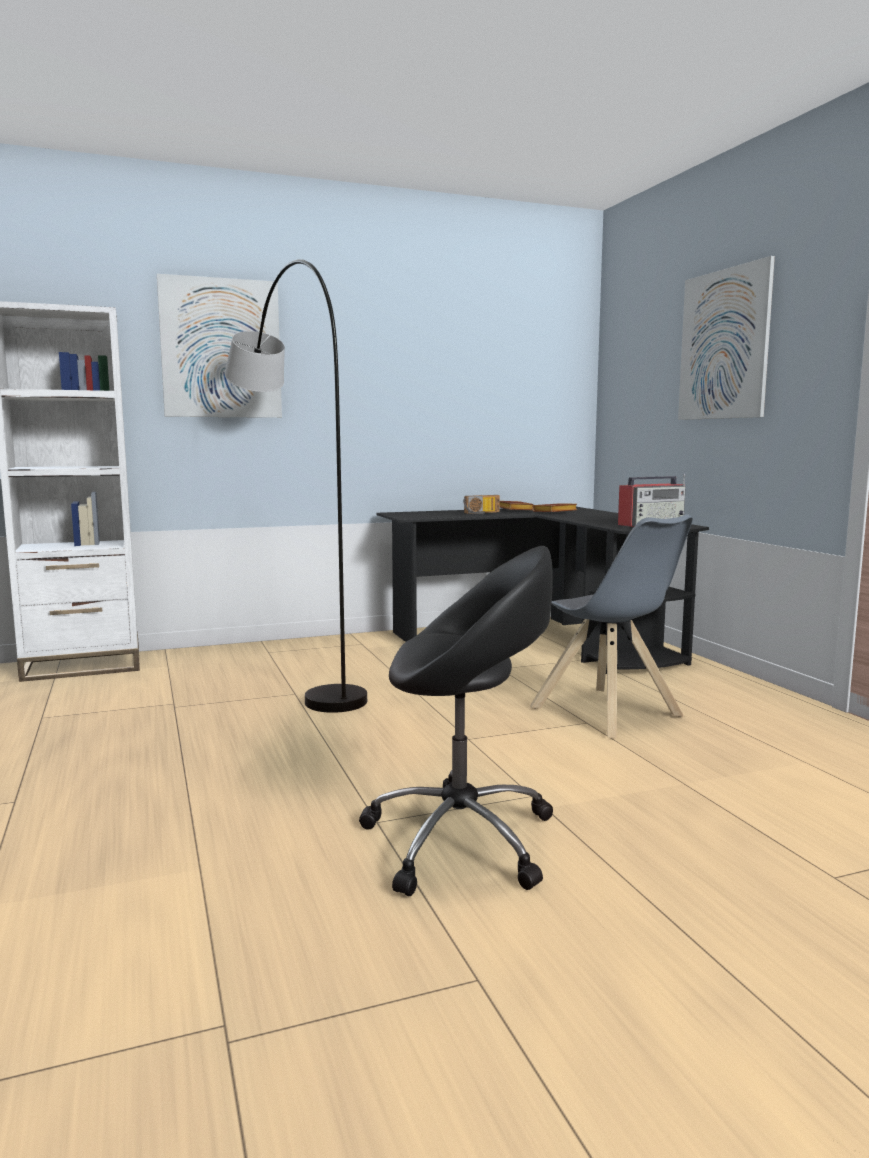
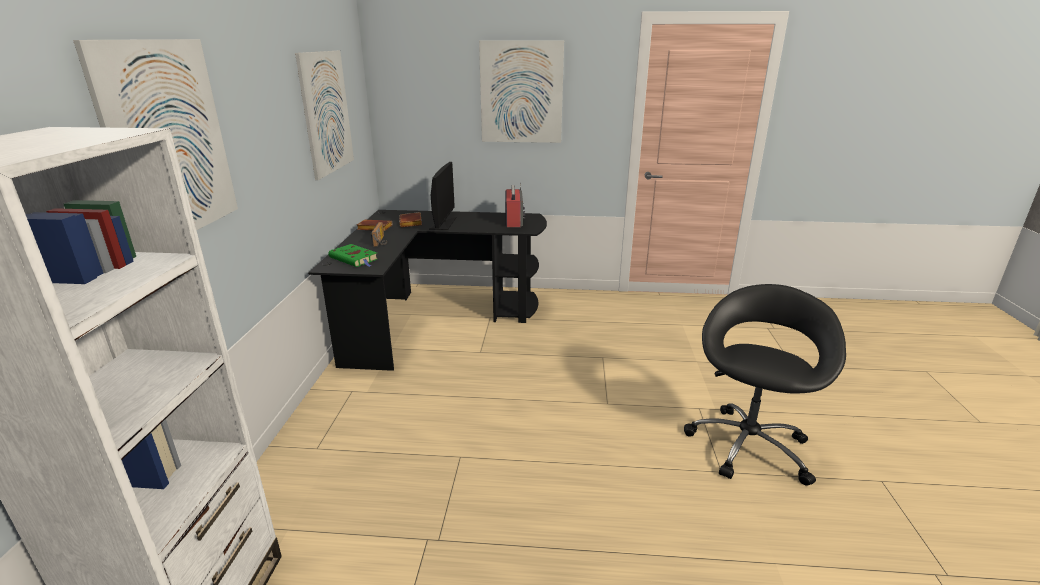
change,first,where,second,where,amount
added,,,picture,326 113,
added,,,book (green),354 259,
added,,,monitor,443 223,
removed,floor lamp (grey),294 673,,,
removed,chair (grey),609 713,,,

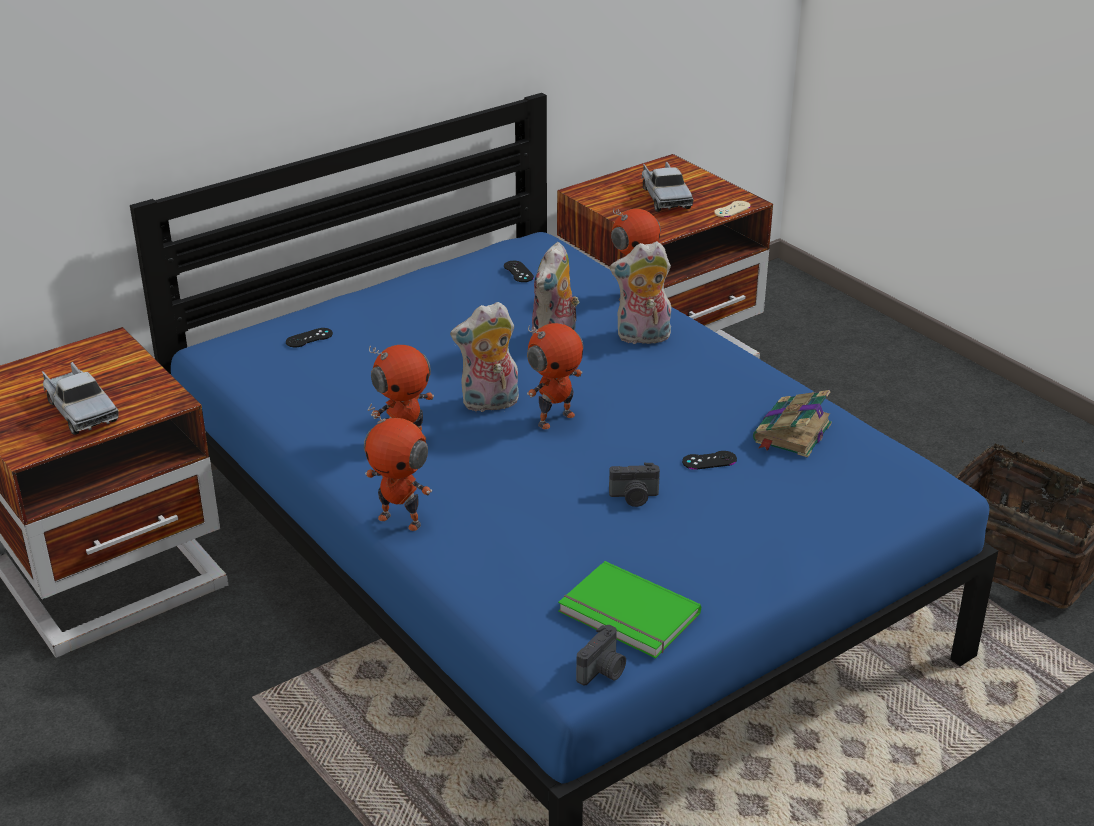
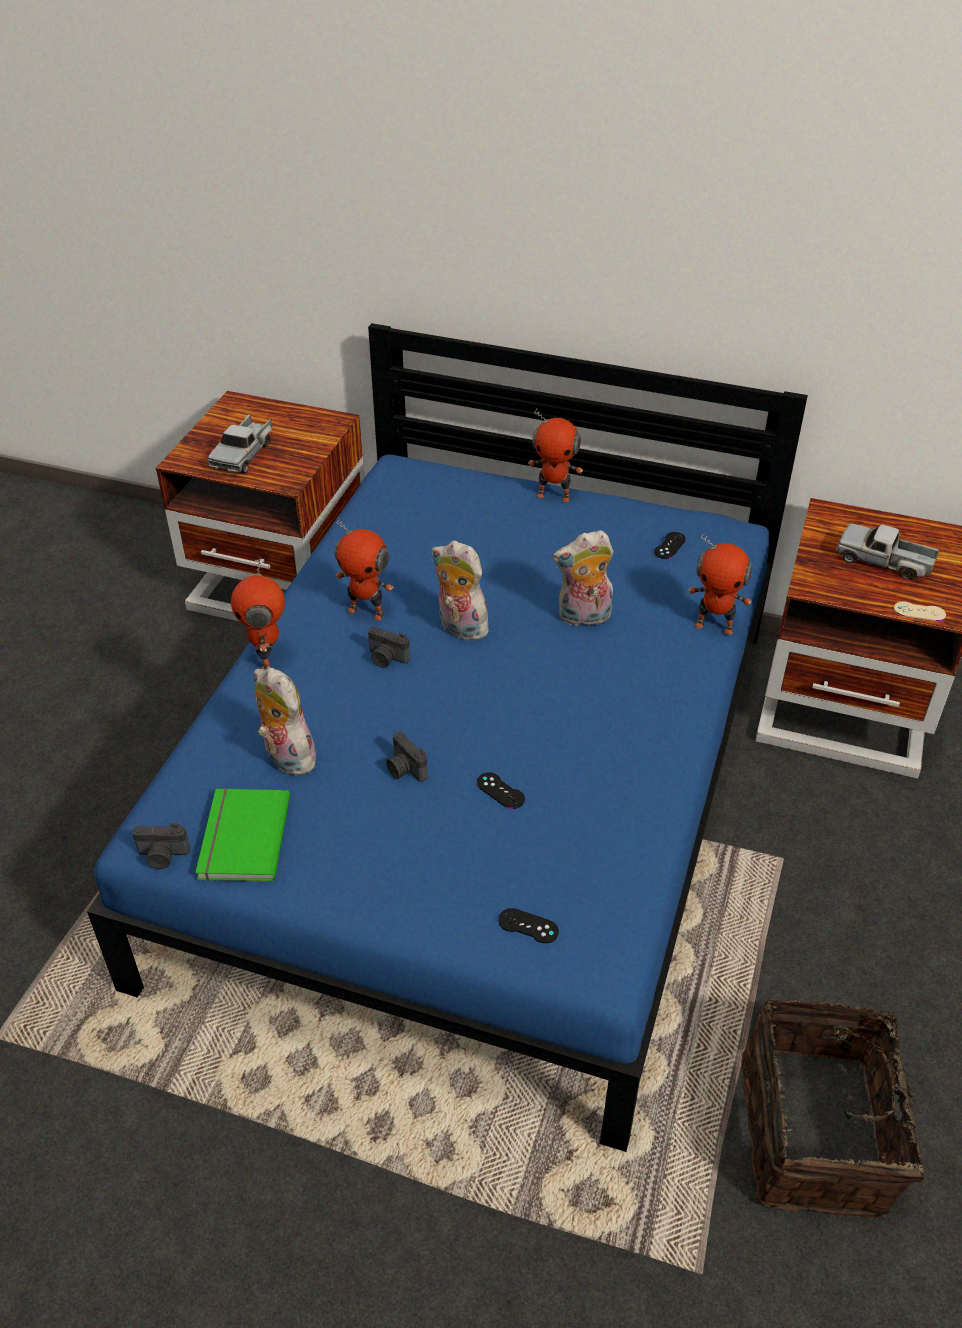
change,first,where,second,where,amount
moved,plush toy,642 338,,286 757,
added,,,photo camera,386 659,
moved,game controller (black),309 338,,528 926,
moved,toy robot,554 418,,554 495,
turned,toy truck,664 197,,884 561,75 degrees clockwise
removed,book,791 434,,,

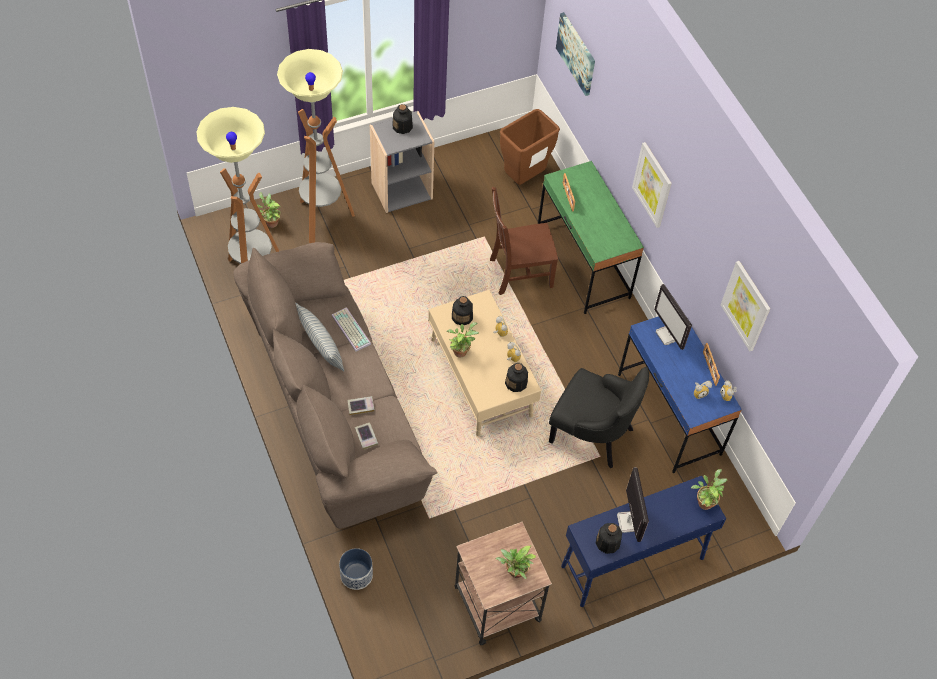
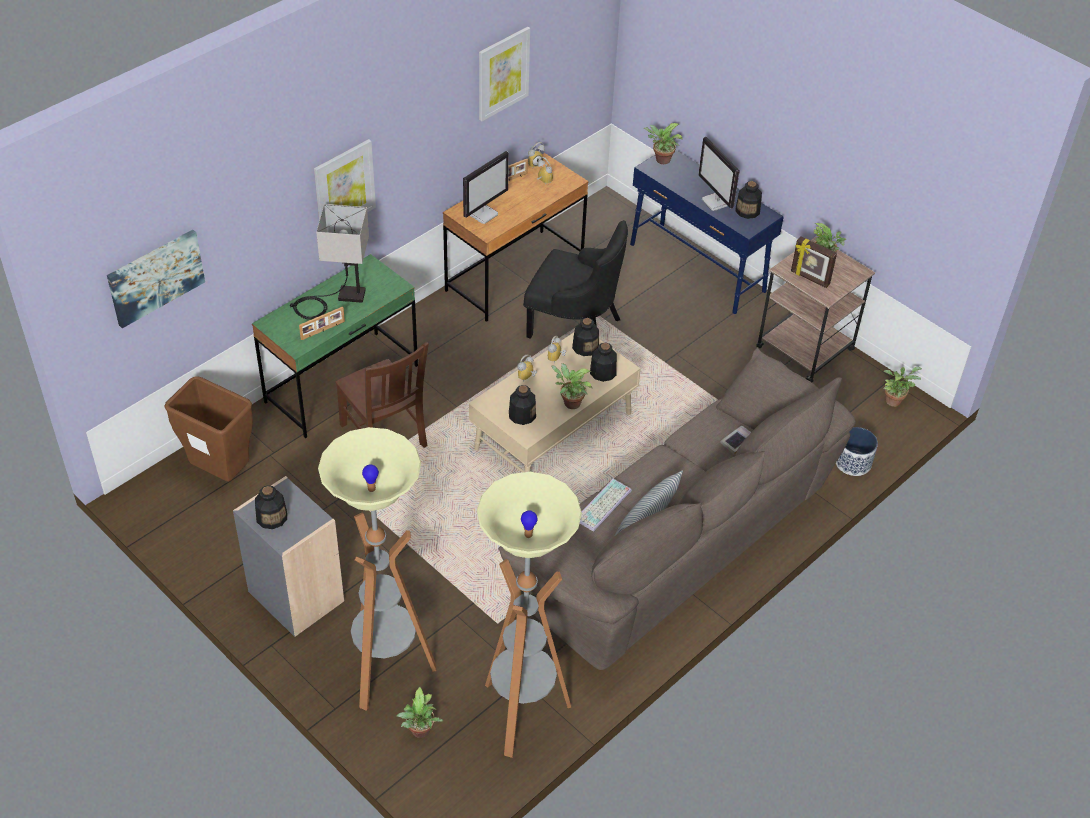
change,first,where,second,where,amount
added,,,table lamp,333 300,
recoloured,desk (blue),668 414,desk (brown),515 275,
turned,chair (black),590 433,,573 326,105 degrees clockwise
added,,,bottle,602 372,
turned,monitor,628 521,,716 202,90 degrees counterclockwise
added,,,picture frame,809 278,
added,,,potted plant,894 400,
removed,book,361 406,,,

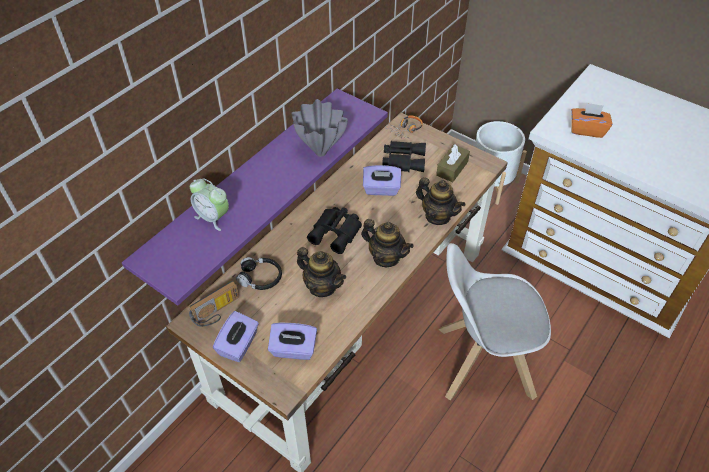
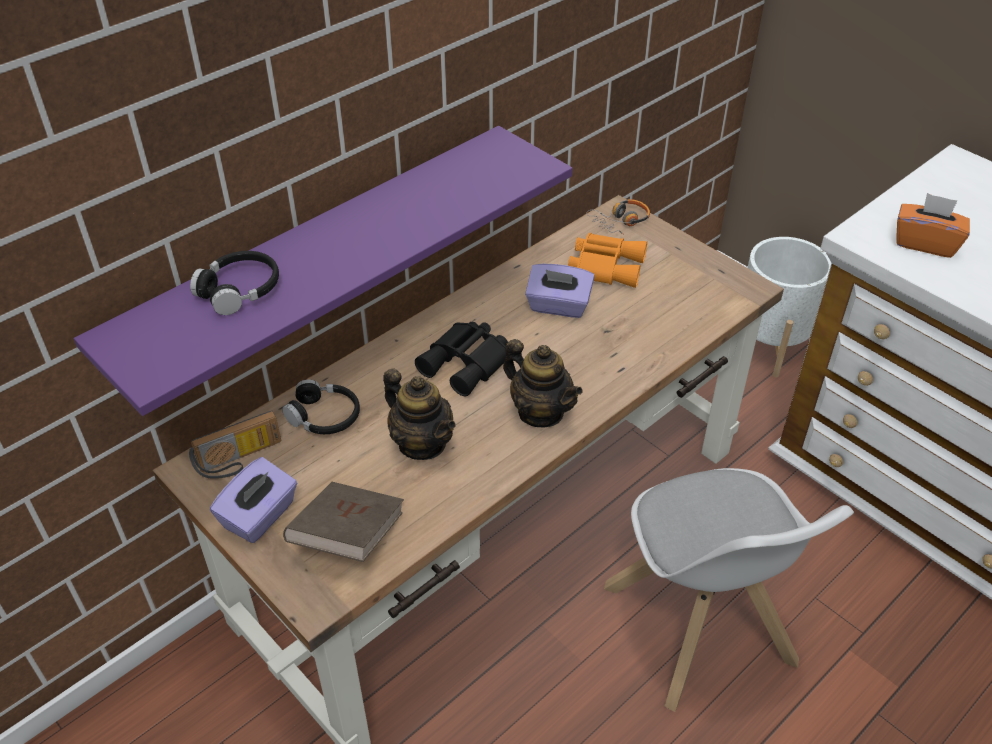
change,first,where,second,where,amount
replaced,alarm clock,213 217,headphones (black),240 290,
replaced,tissue box (purple),293 349,book (brown),348 536,
recoloured,binoculars (black),403 159,binoculars (orange),605 265,
turned,chair,481 361,,701 629,120 degrees counterclockwise
removed,vase (grey),319 152,,,
removed,teapot,437 216,,,
removed,tissue box (brown),452 168,,,

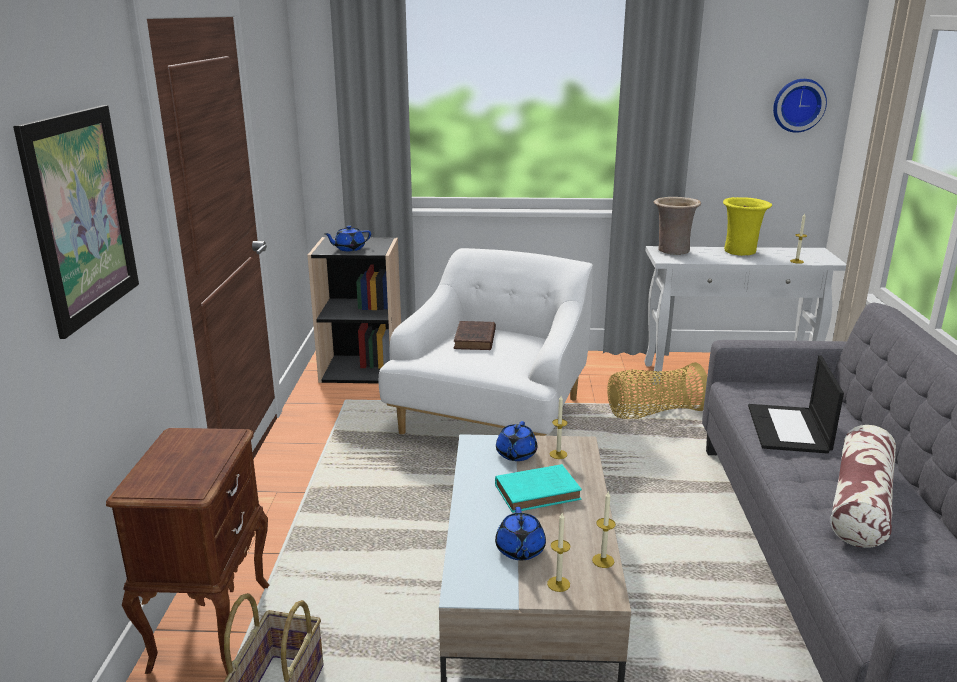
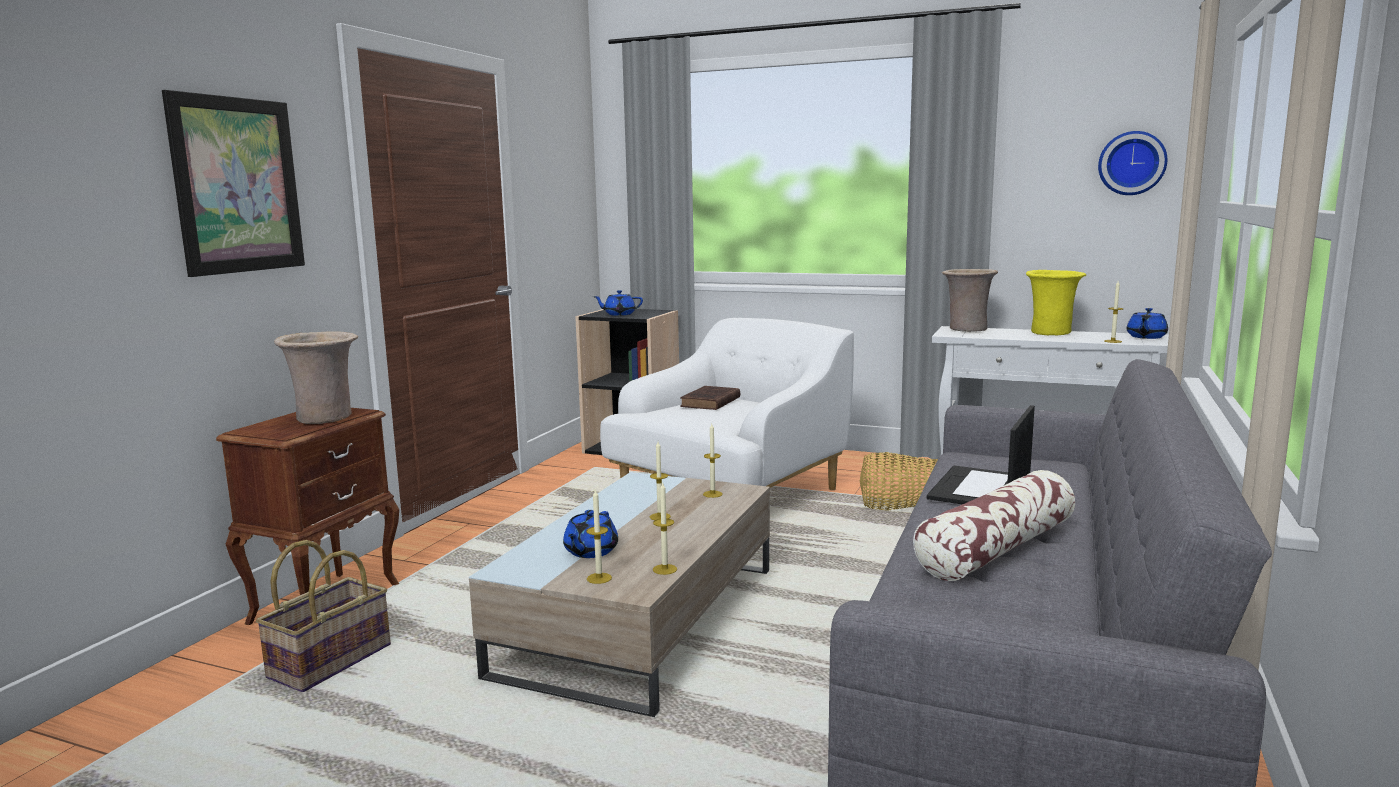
change,first,where,second,where,amount
added,,,vase (beige),326 418,
replaced,book (turquoise),539 492,candle,660 517,
moved,teapot (blue),515 454,,1145 337,

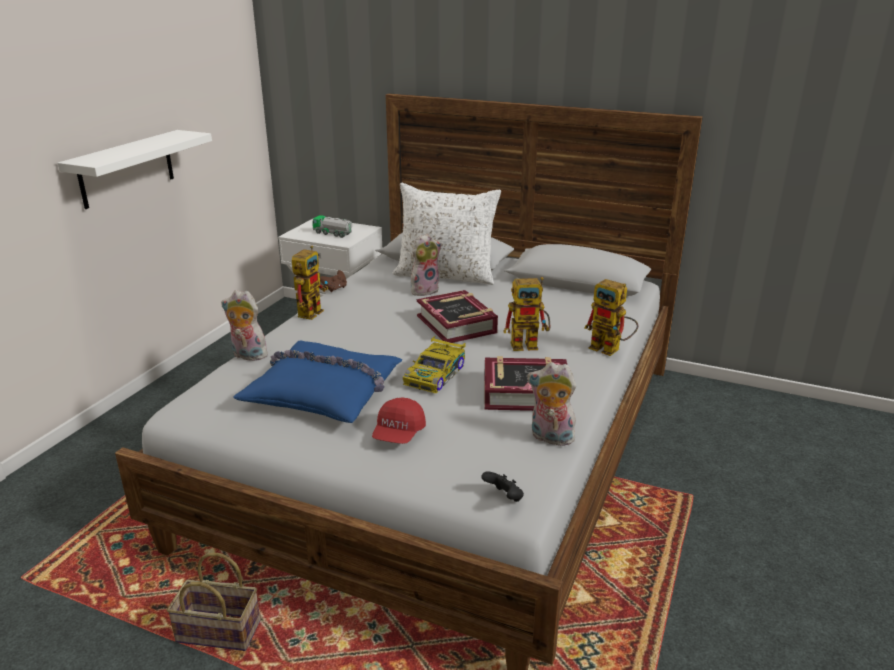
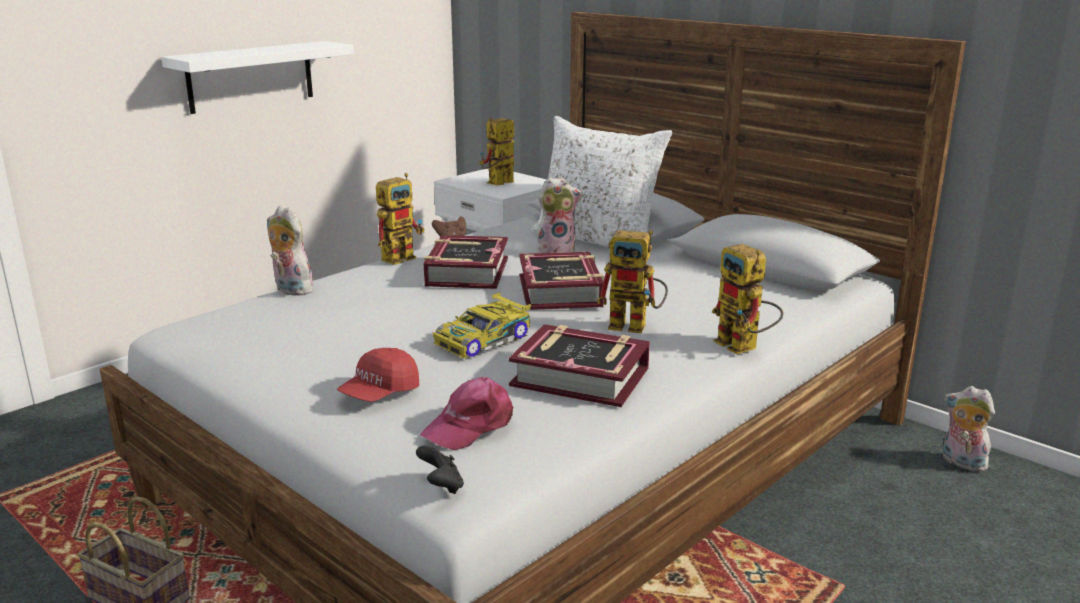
change,first,where,second,where,amount
added,,,cap (pink),471 425,
added,,,book,466 272,
replaced,toy truck,333 234,toy robot,498 184,
moved,plush toy,550 438,,961 463,
removed,pillow (blue),324 392,,,

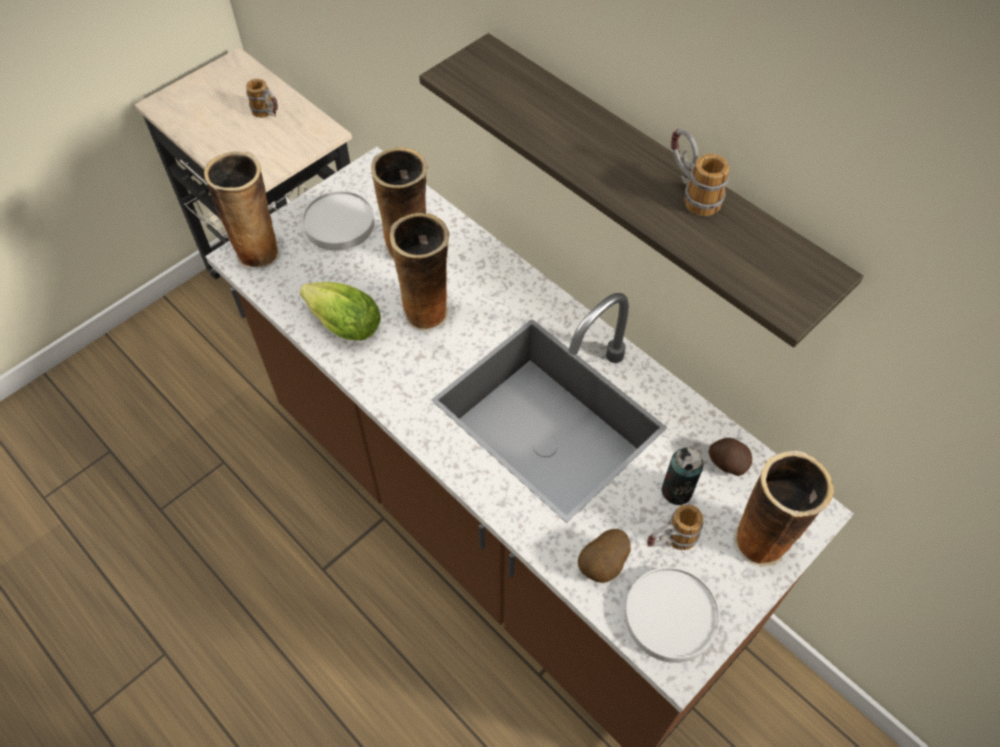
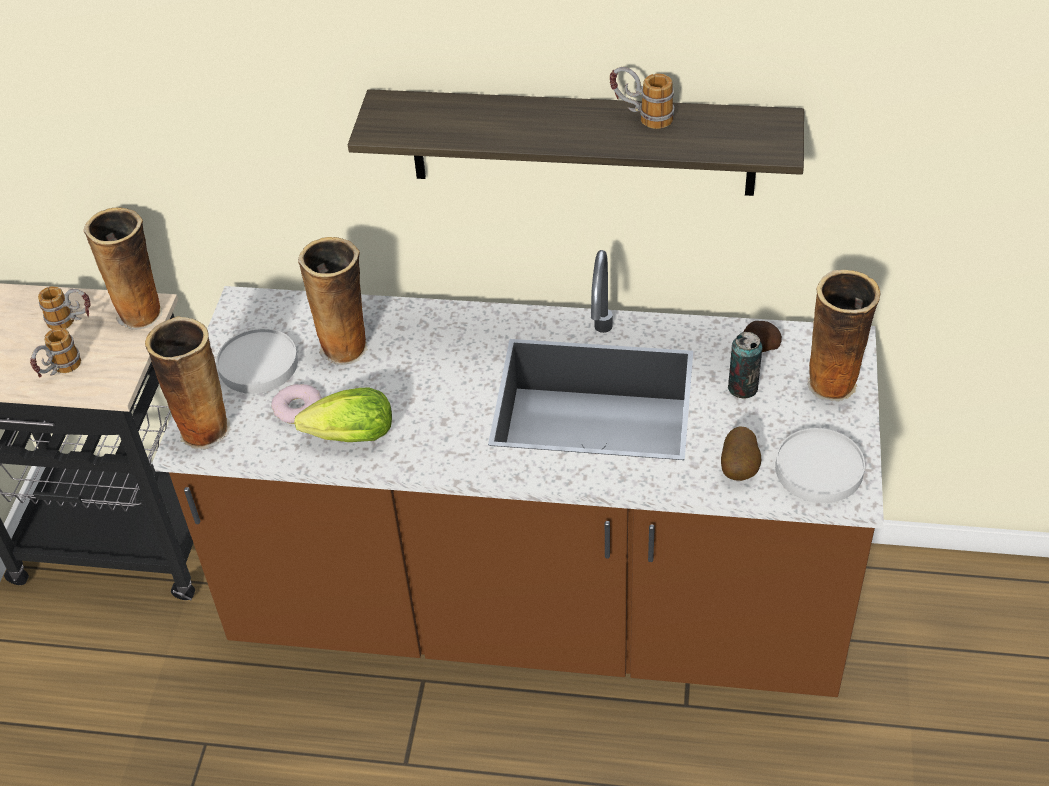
change,first,where,second,where,amount
moved,mug,668 543,,59 372,
moved,vase,428 313,,142 313,
added,,,donut,297 408,

